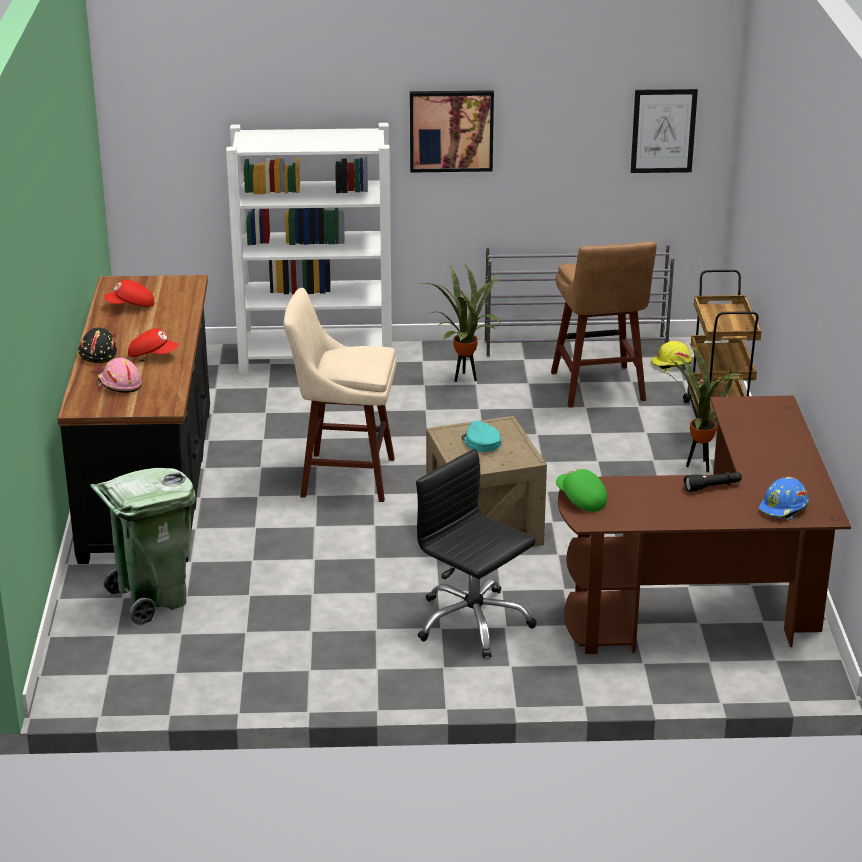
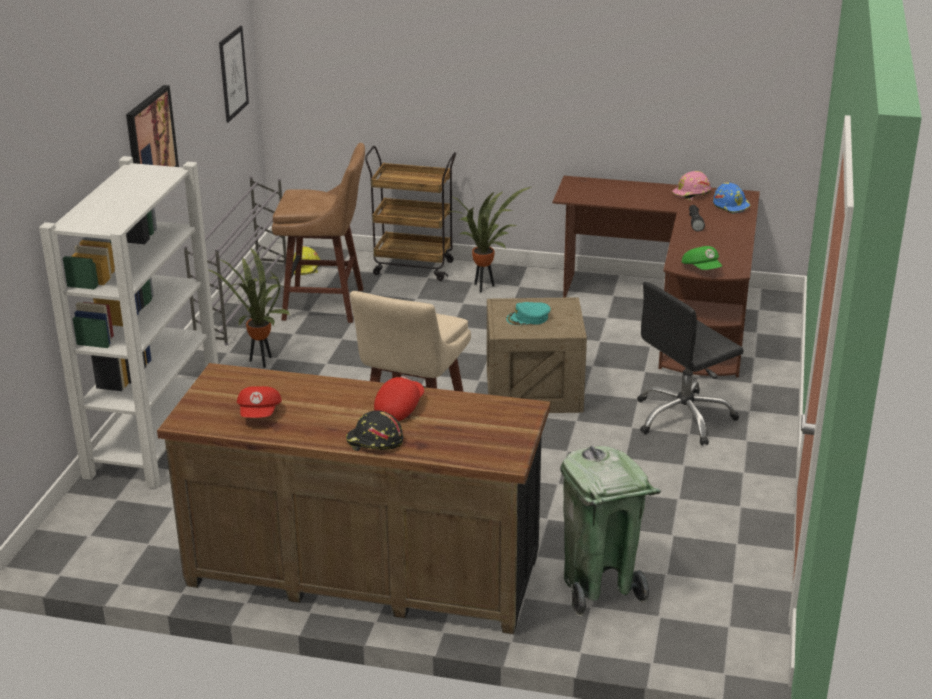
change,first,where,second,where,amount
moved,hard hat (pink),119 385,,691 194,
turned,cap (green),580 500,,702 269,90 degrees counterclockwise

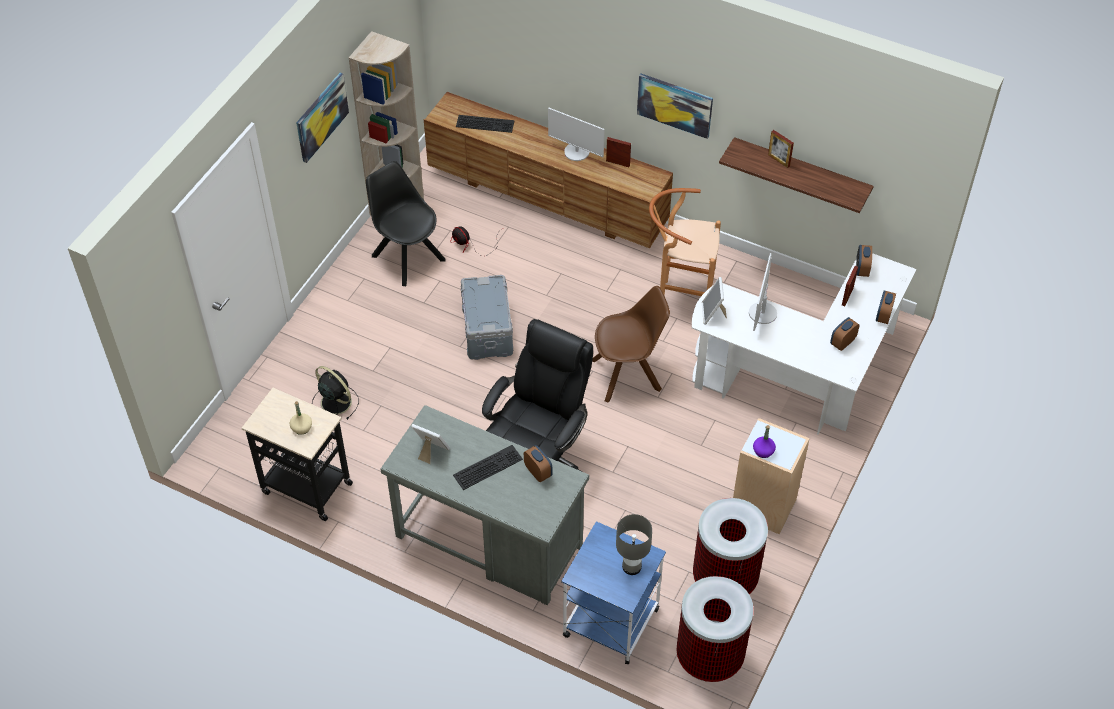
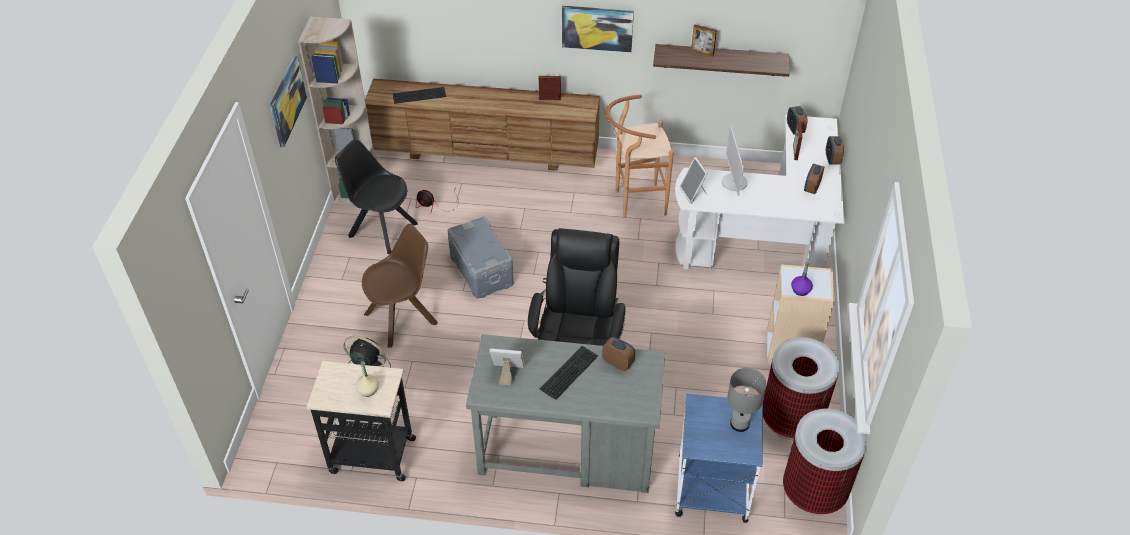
change,first,where,second,where,amount
moved,chair (brown),628 374,,402 318,
removed,monitor,576 152,,,

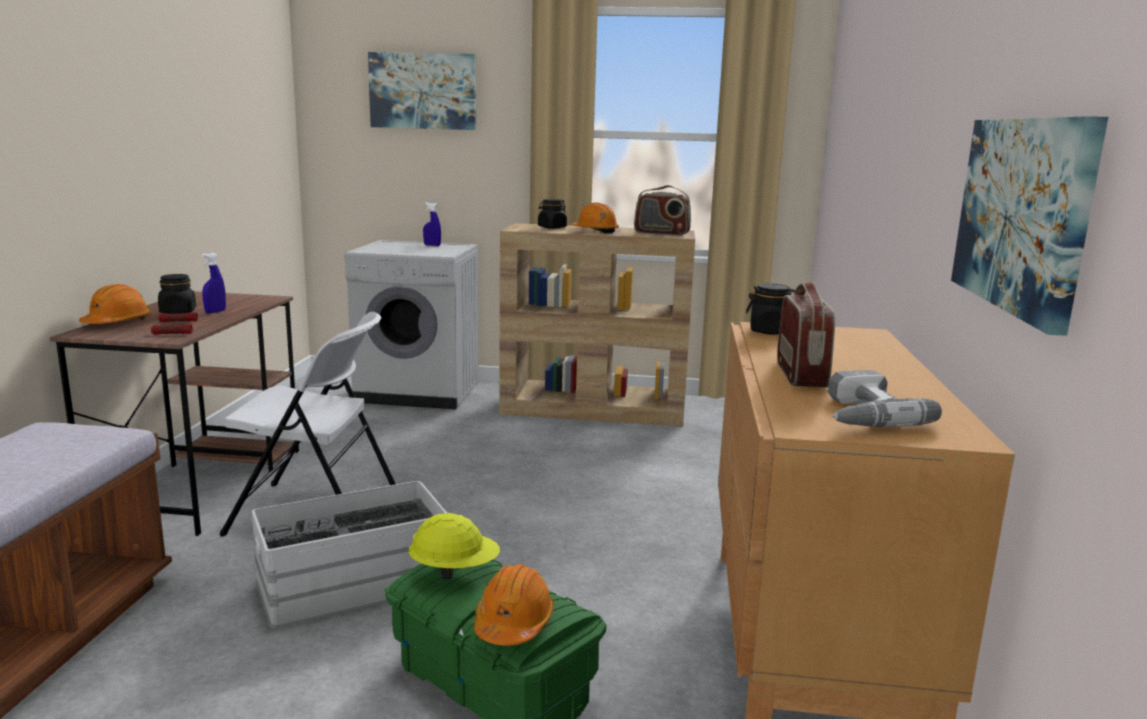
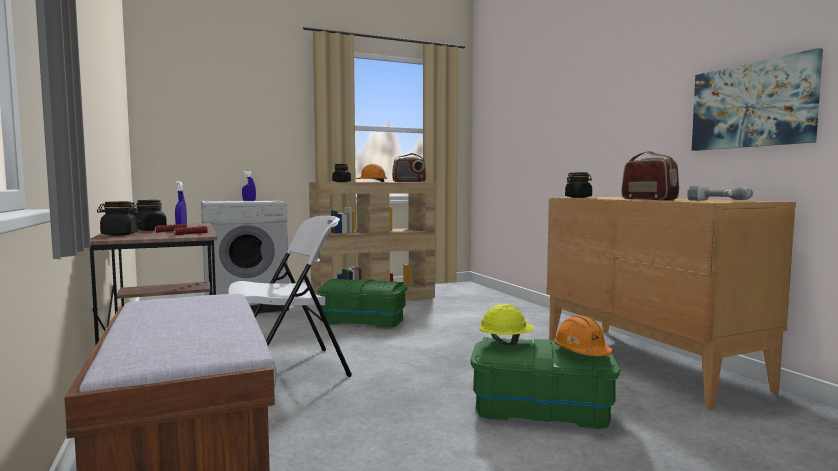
change,first,where,second,where,amount
replaced,hard hat (orange),117 323,jar (black),119 234,
added,,,storage box (green),363 320,
removed,storage box (grey),353 584,,,
removed,picture,423 91,,,

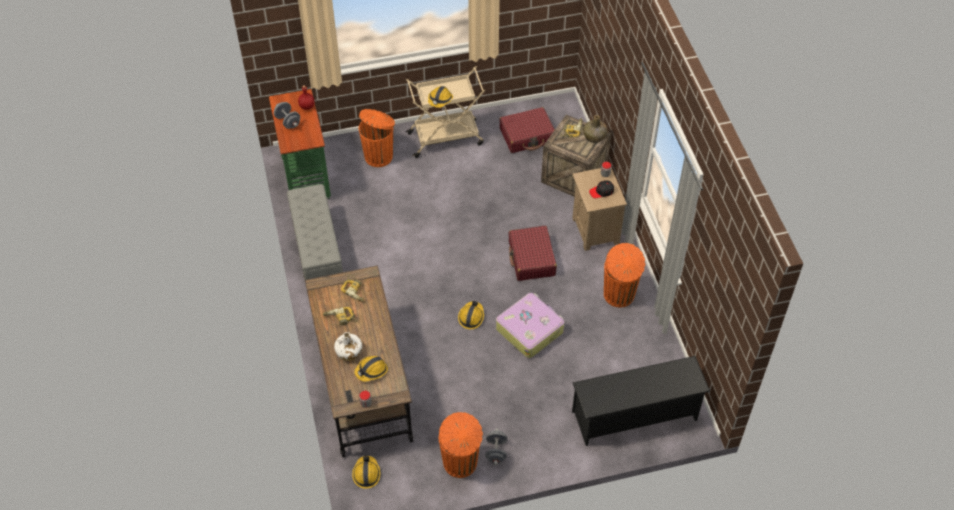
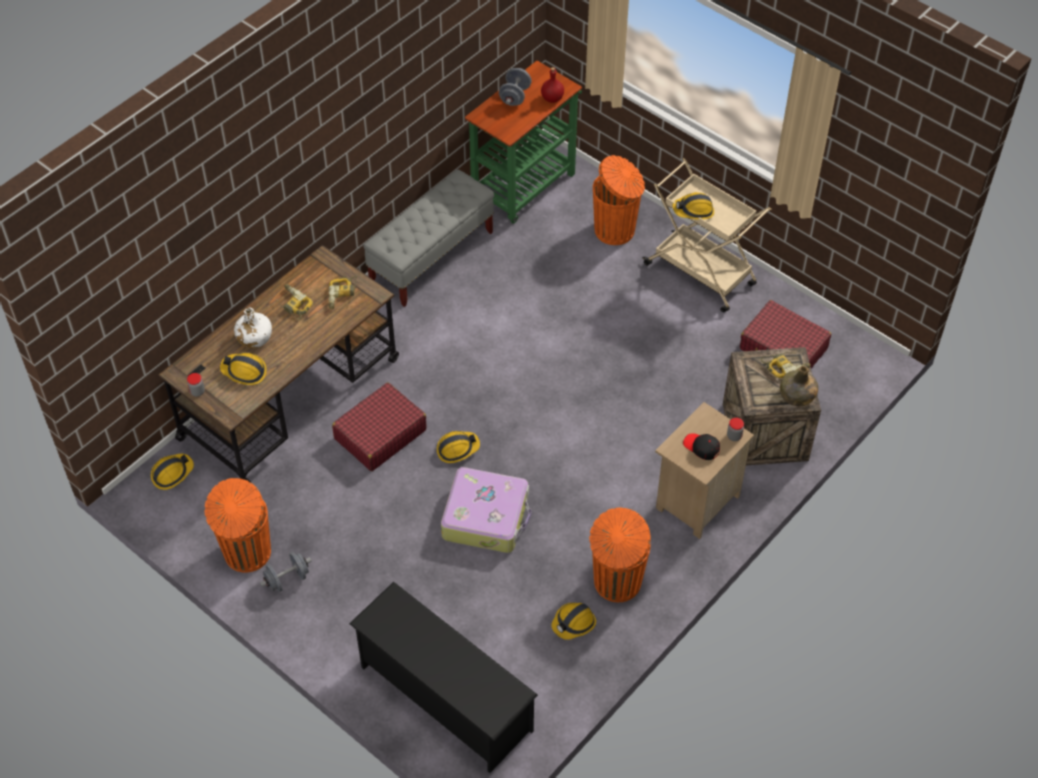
change,first,where,second,where,amount
moved,suitcase (red),531 259,,380 434,
added,,,hard hat,574 623,

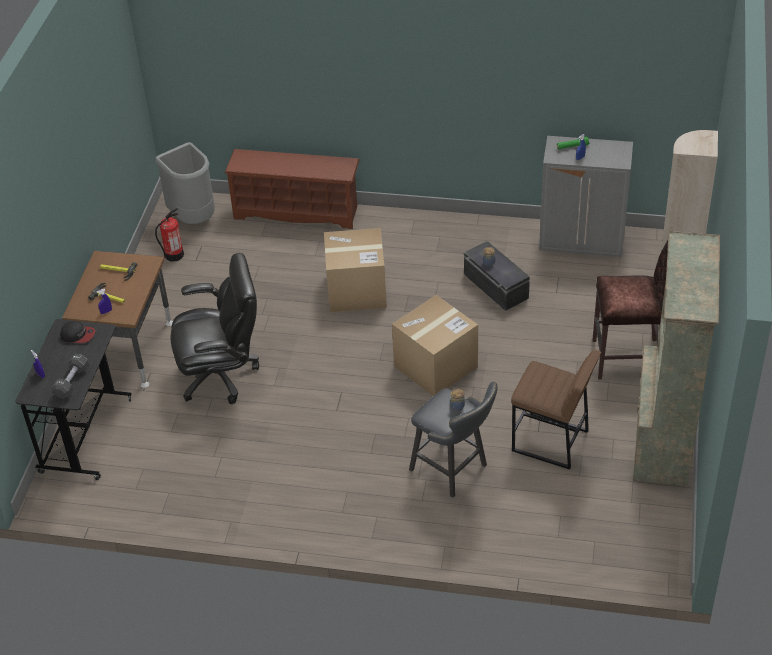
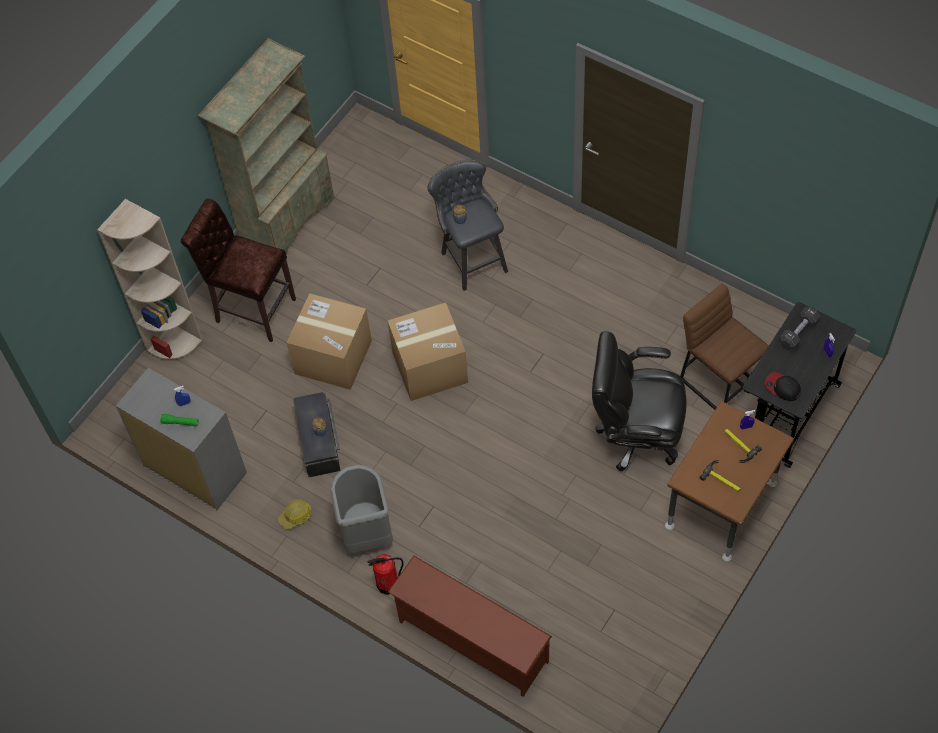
change,first,where,second,where,amount
added,,,hard hat,295 516,
moved,cardboard box,356 291,,333 357,
moved,trash can (grey),194 218,,366 533,
moved,fire extinguisher,174 255,,388 584,
moved,chair (brown),552 441,,718 380,

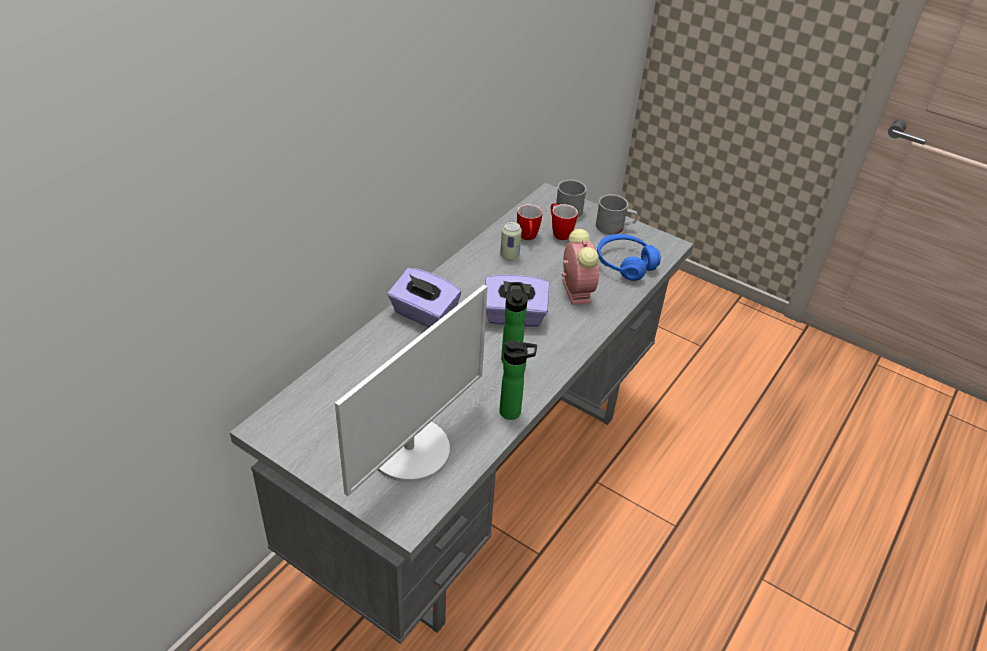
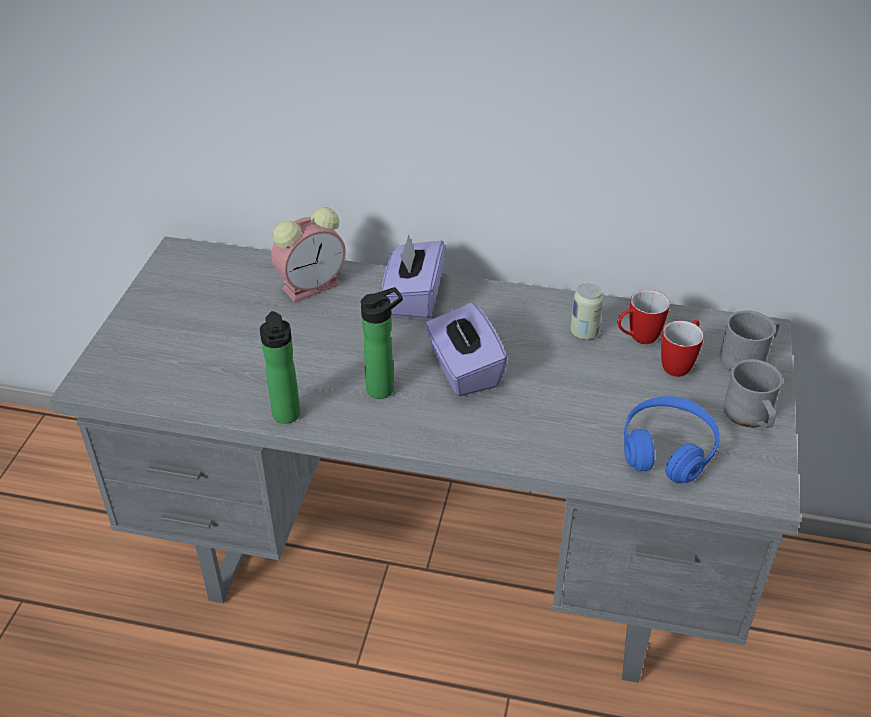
change,first,where,second,where,amount
moved,alarm clock,575 290,,313 285,
removed,monitor,410 450,,,

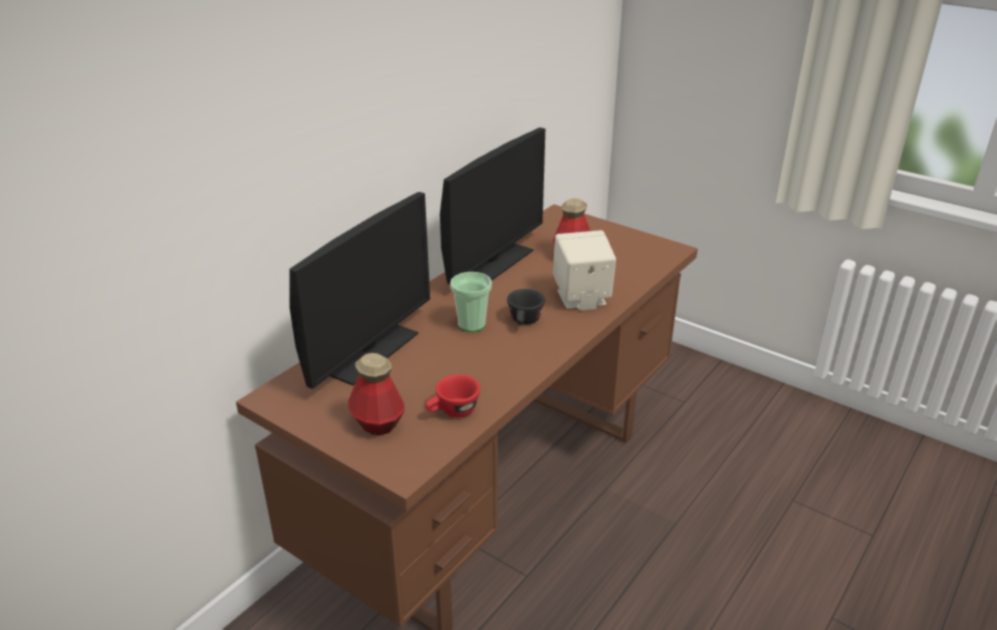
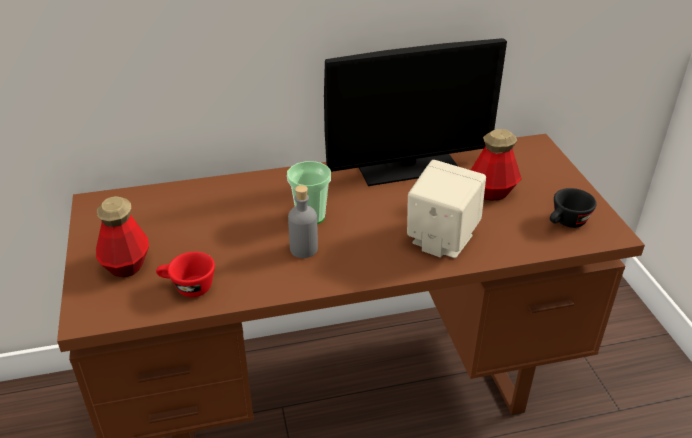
change,first,where,second,where,amount
added,,,bottle (grey),304 249,
moved,cup (black),525 322,,566 223,
removed,monitor,368 351,,,

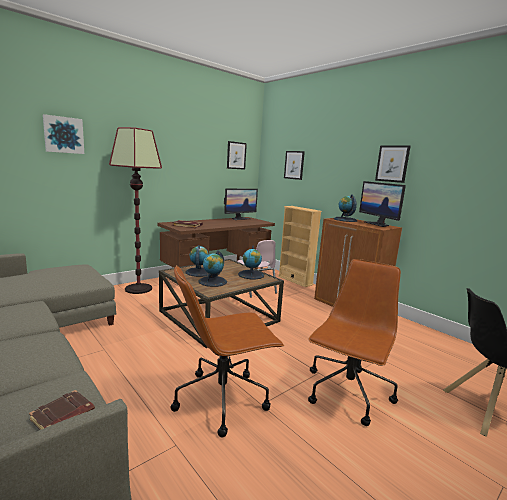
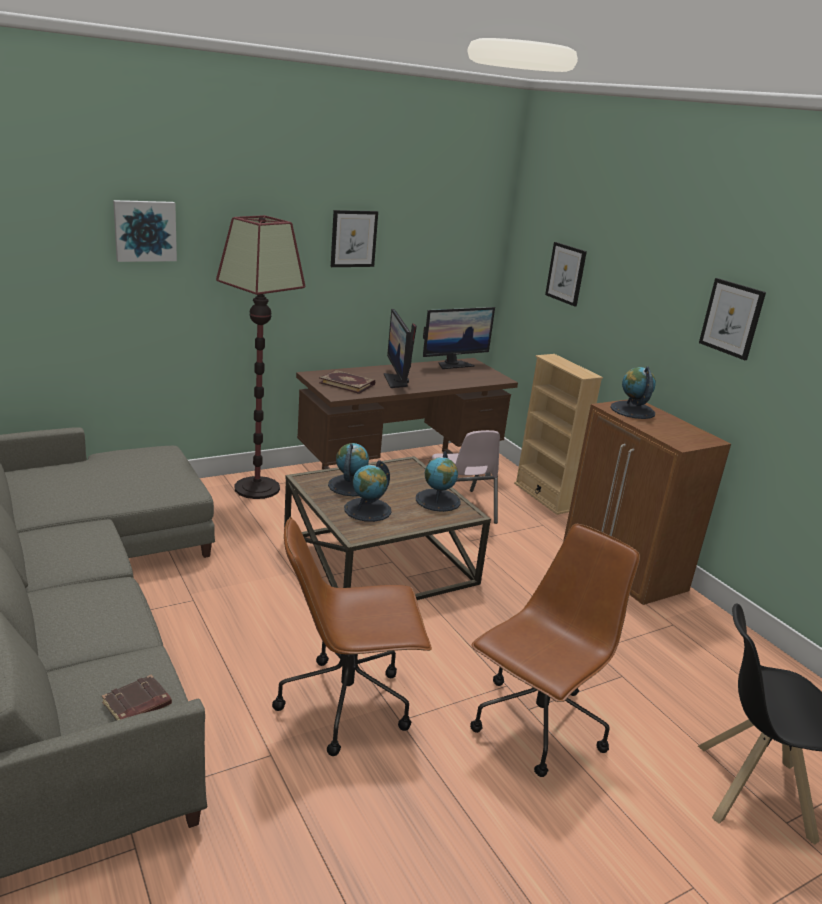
change,first,where,second,where,amount
moved,picture,236 155,,353 238,
moved,monitor,378 224,,397 381,

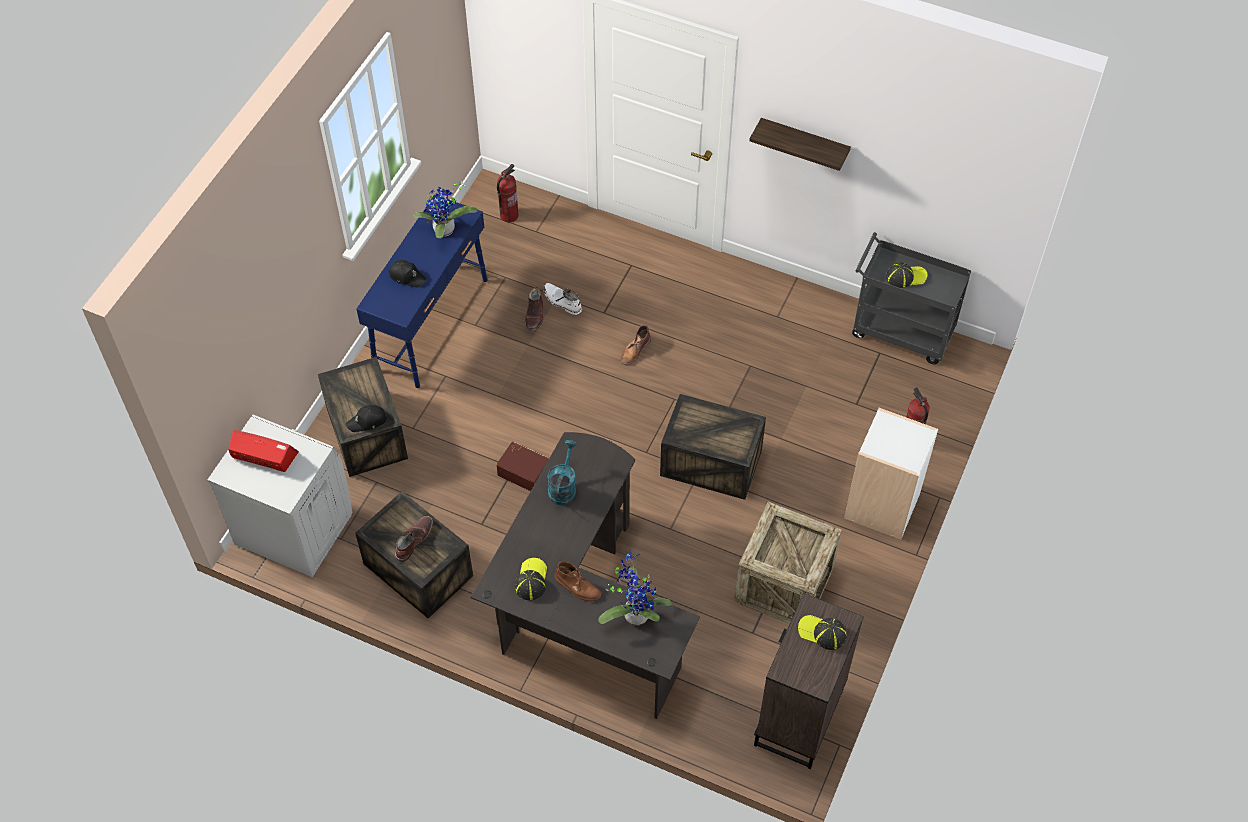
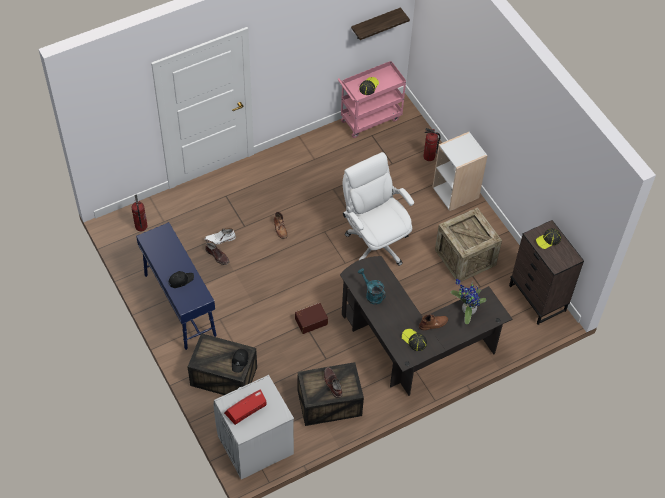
change,first,where,second,where,amount
recoloured,cart (grey),898 335,cart (pink),369 121,
replaced,crate,712 463,office chair (white),375 240,
moved,shelf,804 144,,375 24,
removed,potted plant,445 232,,,

